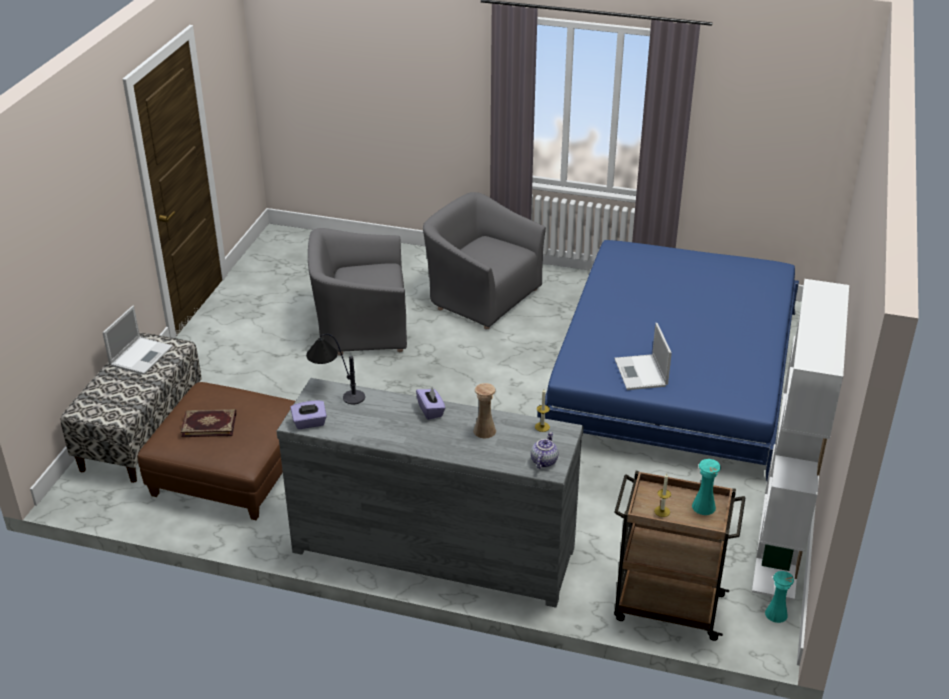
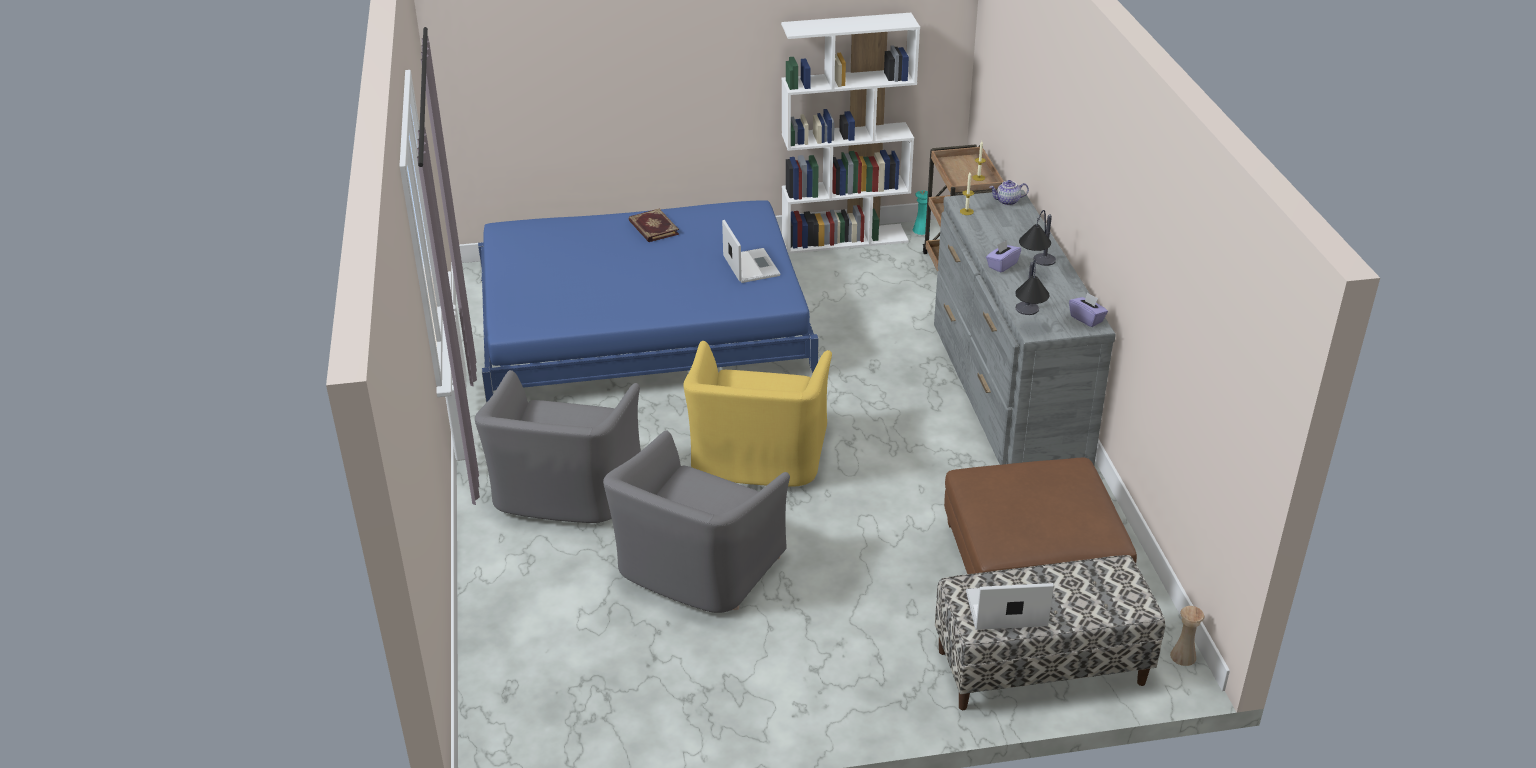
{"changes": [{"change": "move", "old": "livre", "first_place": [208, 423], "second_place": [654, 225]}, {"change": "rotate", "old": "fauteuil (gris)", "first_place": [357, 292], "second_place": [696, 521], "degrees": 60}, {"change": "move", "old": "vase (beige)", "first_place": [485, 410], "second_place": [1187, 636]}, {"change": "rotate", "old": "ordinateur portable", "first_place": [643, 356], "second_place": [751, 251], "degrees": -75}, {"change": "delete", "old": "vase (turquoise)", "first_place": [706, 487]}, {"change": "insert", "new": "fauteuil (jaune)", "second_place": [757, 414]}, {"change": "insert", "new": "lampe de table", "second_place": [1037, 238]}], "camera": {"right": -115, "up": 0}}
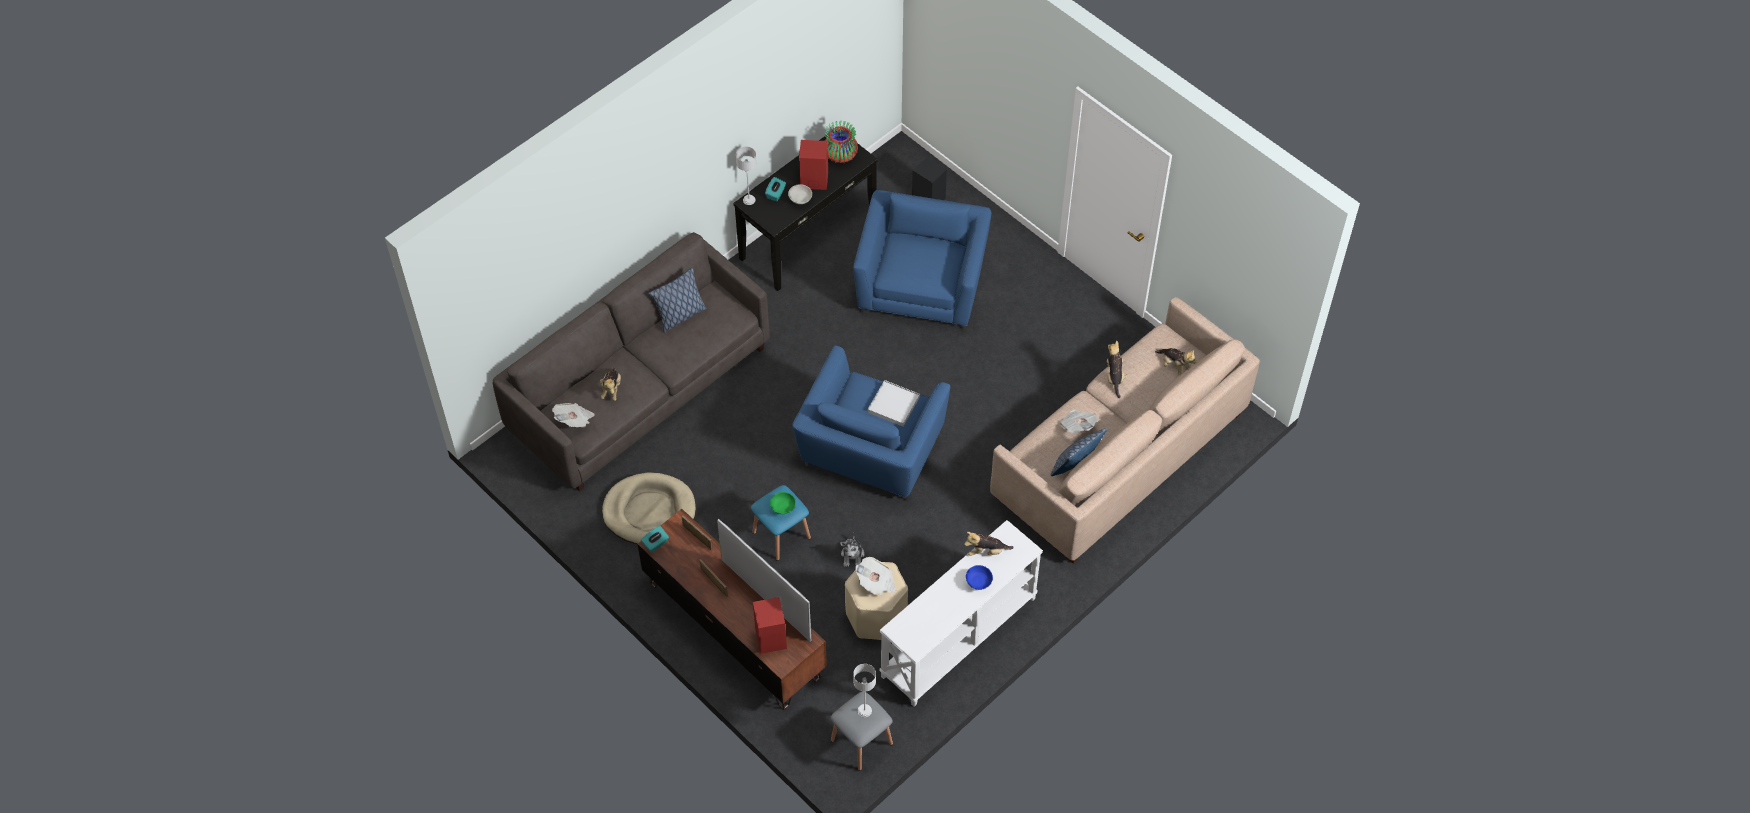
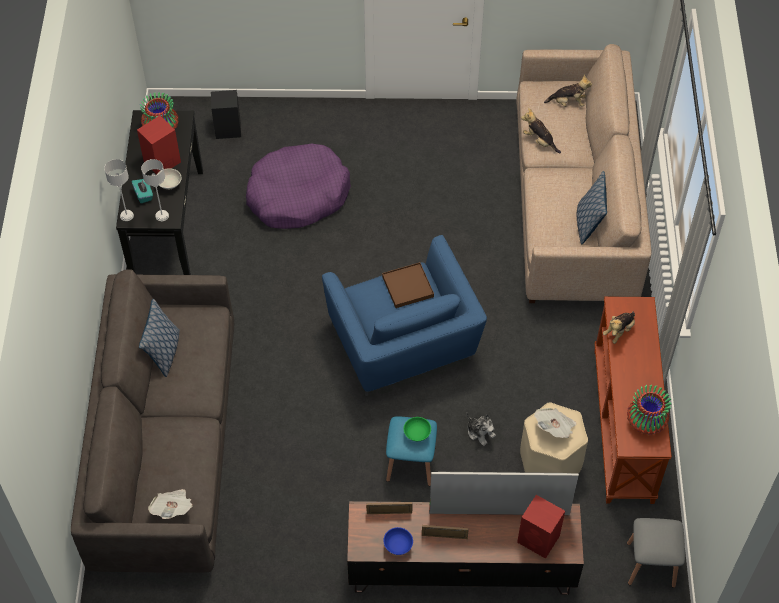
{"changes": [{"change": "delete", "old": "peluche", "first_place": [610, 384]}, {"change": "delete", "old": "panier pour chien (beige)", "first_place": [649, 508]}, {"change": "delete", "old": "boîte à mouchoirs (turquoise)", "first_place": [655, 539]}, {"change": "replace", "old": "fauteuil (bleu)", "new": "panier pour chien (violet)", "first_place": [922, 260], "second_place": [298, 186]}, {"change": "move", "old": "lampe de table (gris)", "first_place": [864, 690], "second_place": [155, 190]}, {"change": "recolor", "old": "plateau (blanc)", "new": "plateau (marron)", "first_place": [894, 403], "second_place": [408, 285]}, {"change": "recolor", "old": "table console (blanc)", "new": "table console (marron)", "first_place": [961, 613], "second_place": [633, 400]}, {"change": "move", "old": "bol (bleu)", "first_place": [979, 577], "second_place": [398, 541]}, {"change": "delete", "old": "journal", "first_place": [1079, 421]}, {"change": "insert", "new": "vase", "second_place": [649, 410]}], "camera": {"right": -45, "up": 0}}
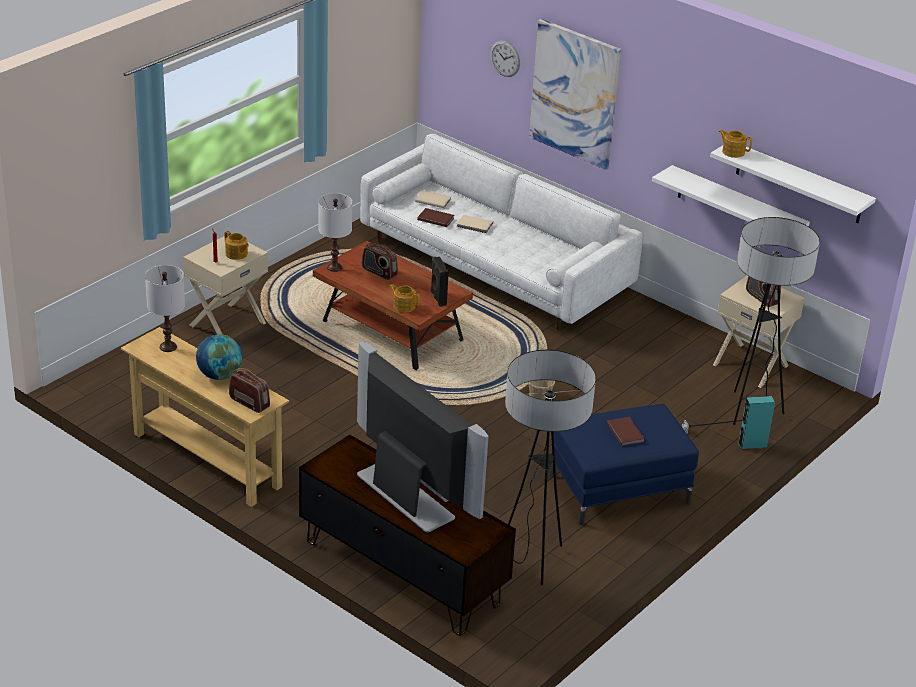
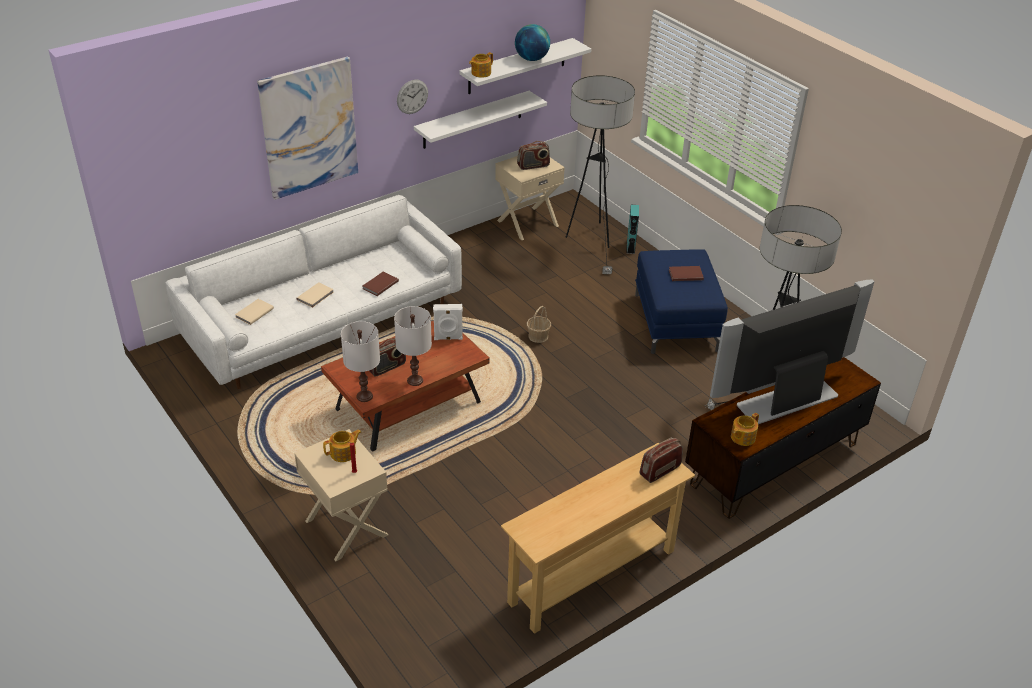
{"changes": [{"change": "move", "old": "lampe de table (blanc)", "first_place": [165, 308], "second_place": [413, 346]}, {"change": "move", "old": "globe", "first_place": [219, 357], "second_place": [532, 42]}, {"change": "move", "old": "théière", "first_place": [404, 298], "second_place": [745, 429]}, {"change": "move", "old": "livre (marron)", "first_place": [435, 217], "second_place": [381, 284]}, {"change": "recolor", "old": "enceinte (noir)", "new": "enceinte (blanc)", "first_place": [440, 282], "second_place": [448, 322]}, {"change": "move", "old": "horloge murale", "first_place": [505, 58], "second_place": [412, 97]}], "camera": {"right": -75, "up": 5}}
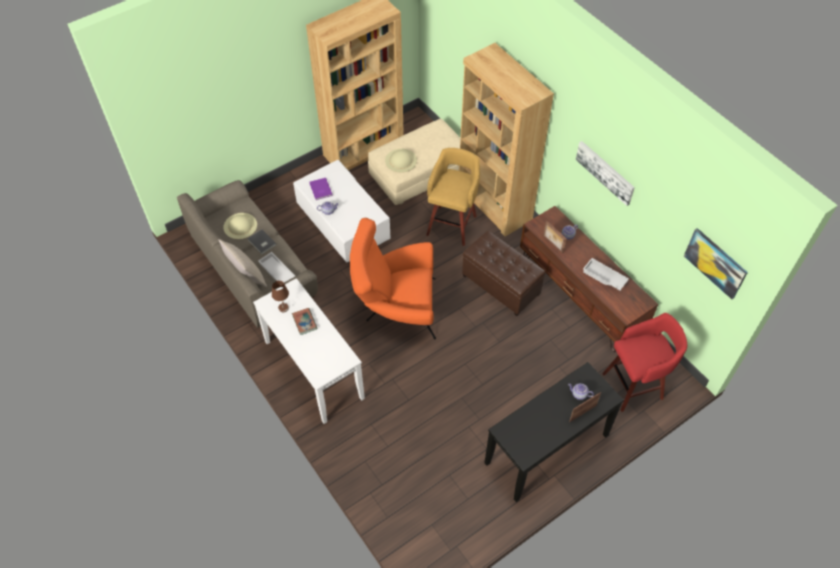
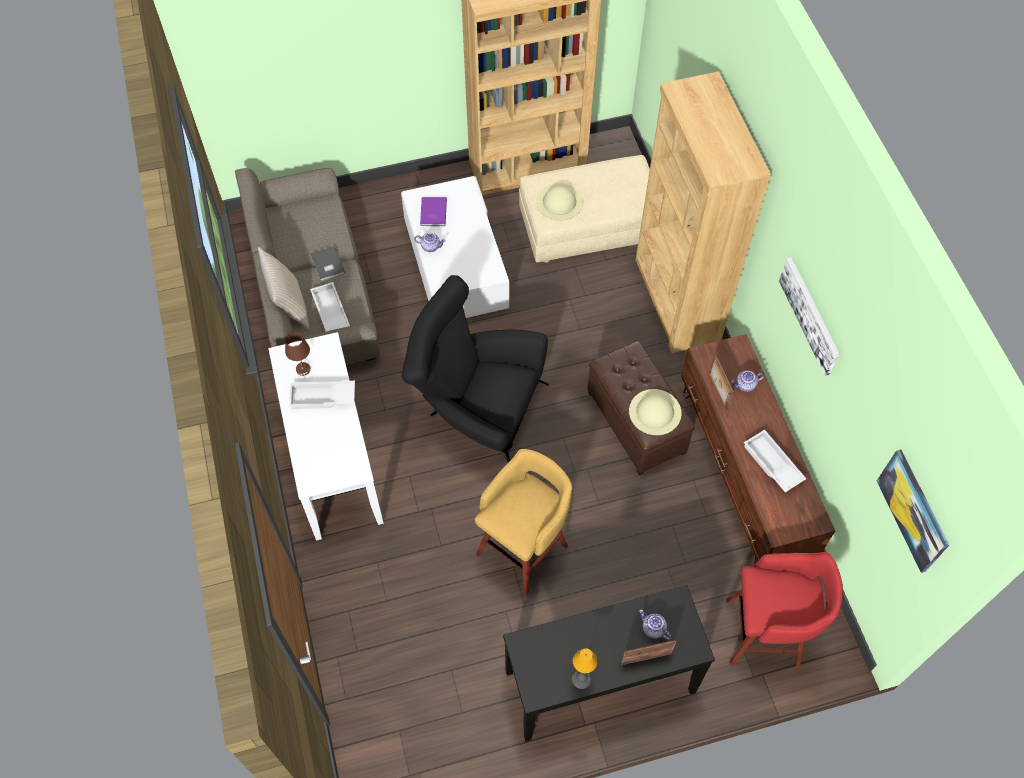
{"changes": [{"change": "move", "old": "chapeau (beige)", "first_place": [240, 226], "second_place": [655, 412]}, {"change": "replace", "old": "livre", "new": "plateau (blanc)", "first_place": [305, 321], "second_place": [322, 395]}, {"change": "recolor", "old": "fauteuil (orange)", "new": "fauteuil (noir)", "first_place": [393, 278], "second_place": [475, 369]}, {"change": "move", "old": "tabouret (jaune)", "first_place": [453, 197], "second_place": [523, 522]}, {"change": "insert", "new": "lampe de table", "second_place": [585, 668]}], "camera": {"right": 20, "up": 5}}
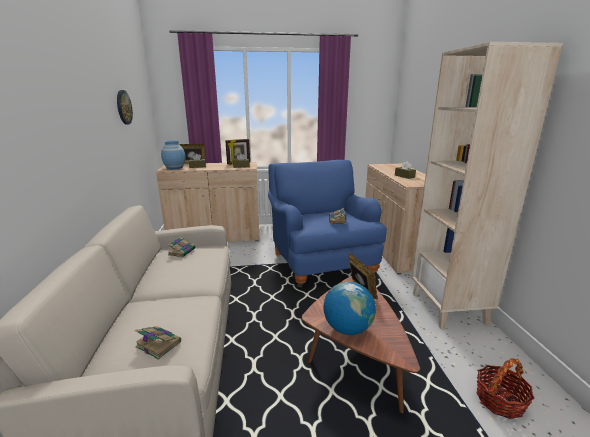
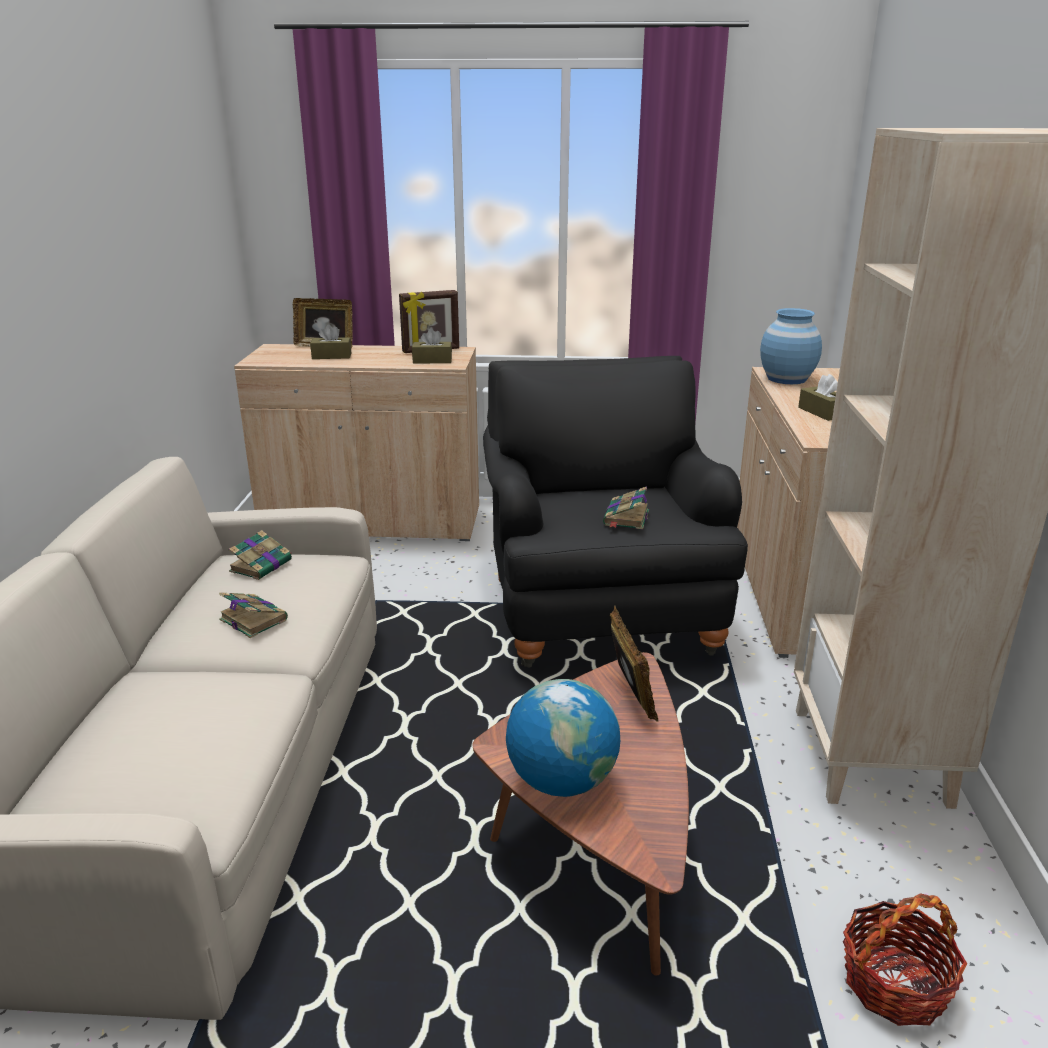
{"changes": [{"change": "delete", "old": "horloge murale", "first_place": [125, 107]}, {"change": "move", "old": "livre", "first_place": [158, 343], "second_place": [253, 615]}, {"change": "move", "old": "vase (bleu)", "first_place": [173, 154], "second_place": [791, 346]}, {"change": "recolor", "old": "fauteuil (bleu)", "new": "fauteuil (noir)", "first_place": [327, 224], "second_place": [615, 512]}], "camera": {"right": 10, "up": 5}}
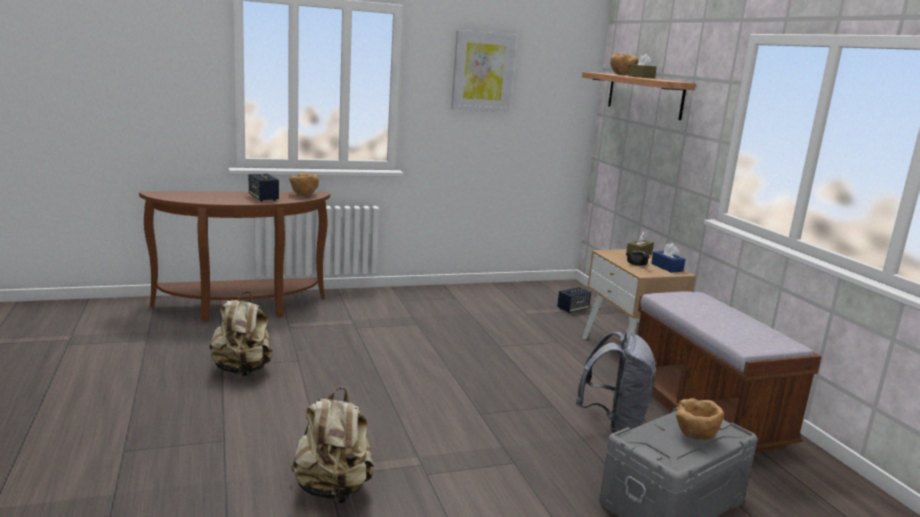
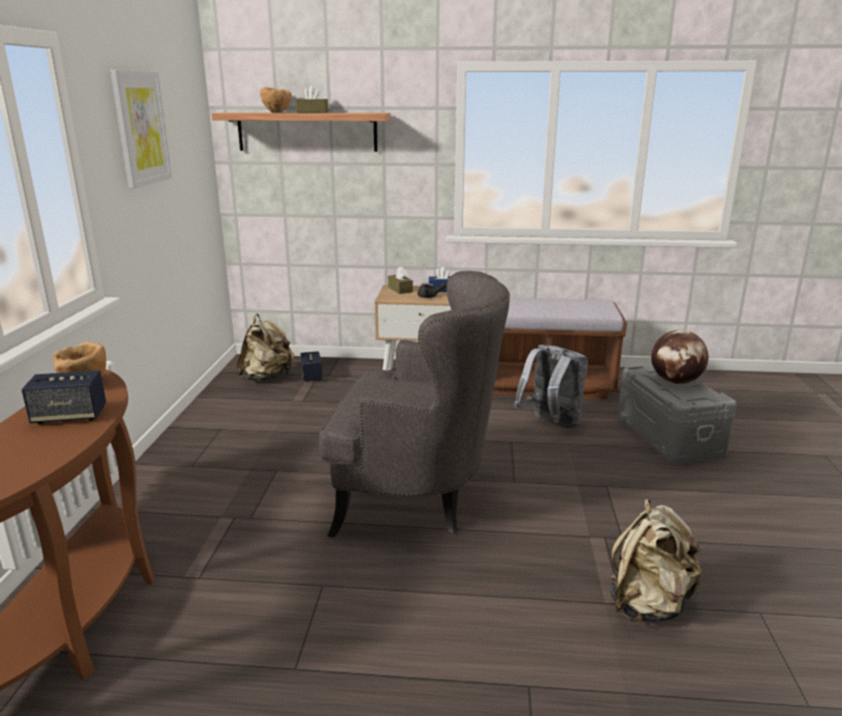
{"changes": [{"change": "move", "old": "sac à dos (beige)", "first_place": [241, 334], "second_place": [266, 347]}, {"change": "replace", "old": "bol (marron)", "new": "globe", "first_place": [700, 419], "second_place": [680, 357]}, {"change": "insert", "new": "fauteuil (gris)", "second_place": [414, 404]}], "camera": {"right": -65, "up": 5}}
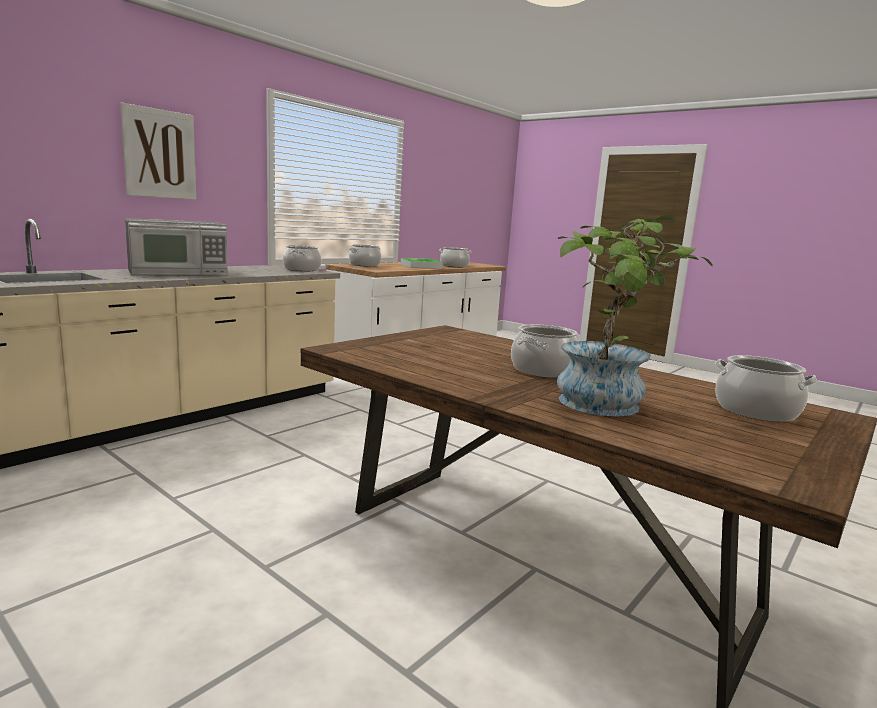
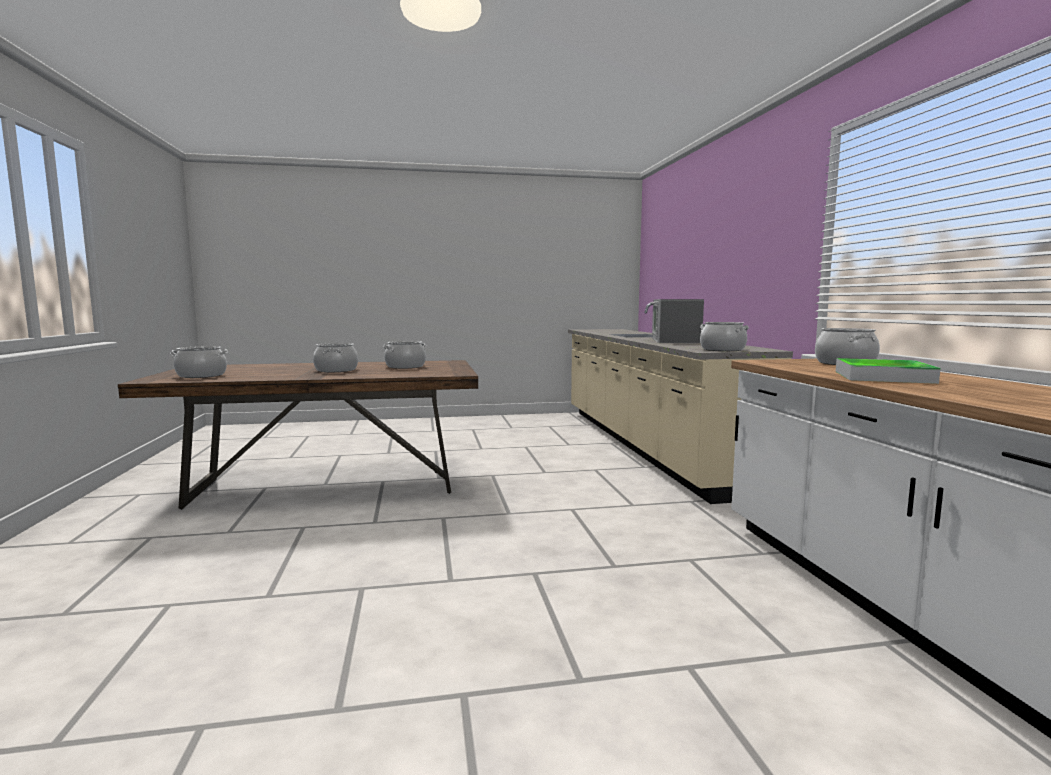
{"changes": [{"change": "delete", "old": "tableau", "first_place": [158, 151]}, {"change": "move", "old": "marmite", "first_place": [455, 257], "second_place": [404, 355]}, {"change": "delete", "old": "plante en pot", "first_place": [635, 315]}], "camera": {"right": 130, "up": -5}}
